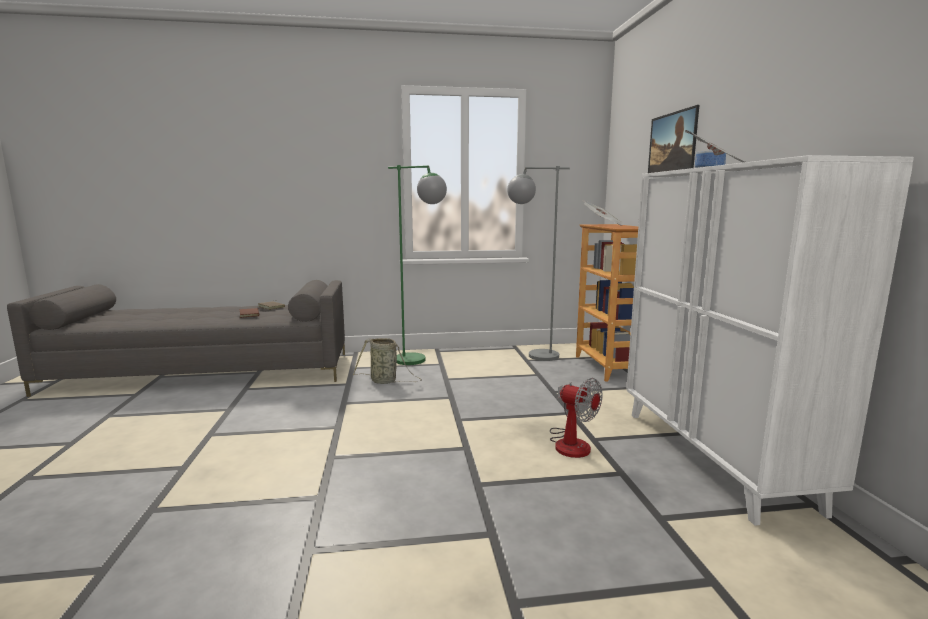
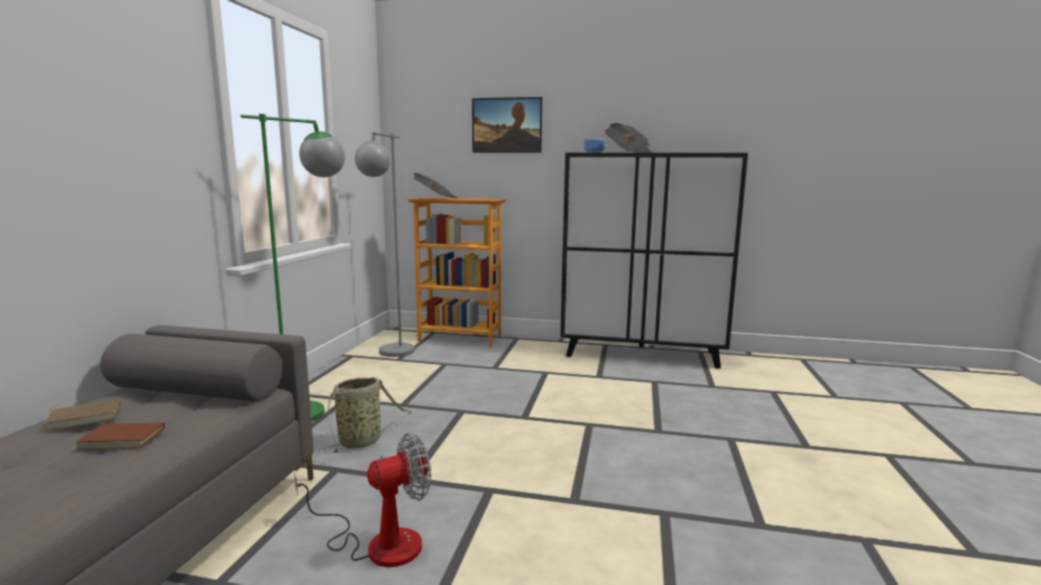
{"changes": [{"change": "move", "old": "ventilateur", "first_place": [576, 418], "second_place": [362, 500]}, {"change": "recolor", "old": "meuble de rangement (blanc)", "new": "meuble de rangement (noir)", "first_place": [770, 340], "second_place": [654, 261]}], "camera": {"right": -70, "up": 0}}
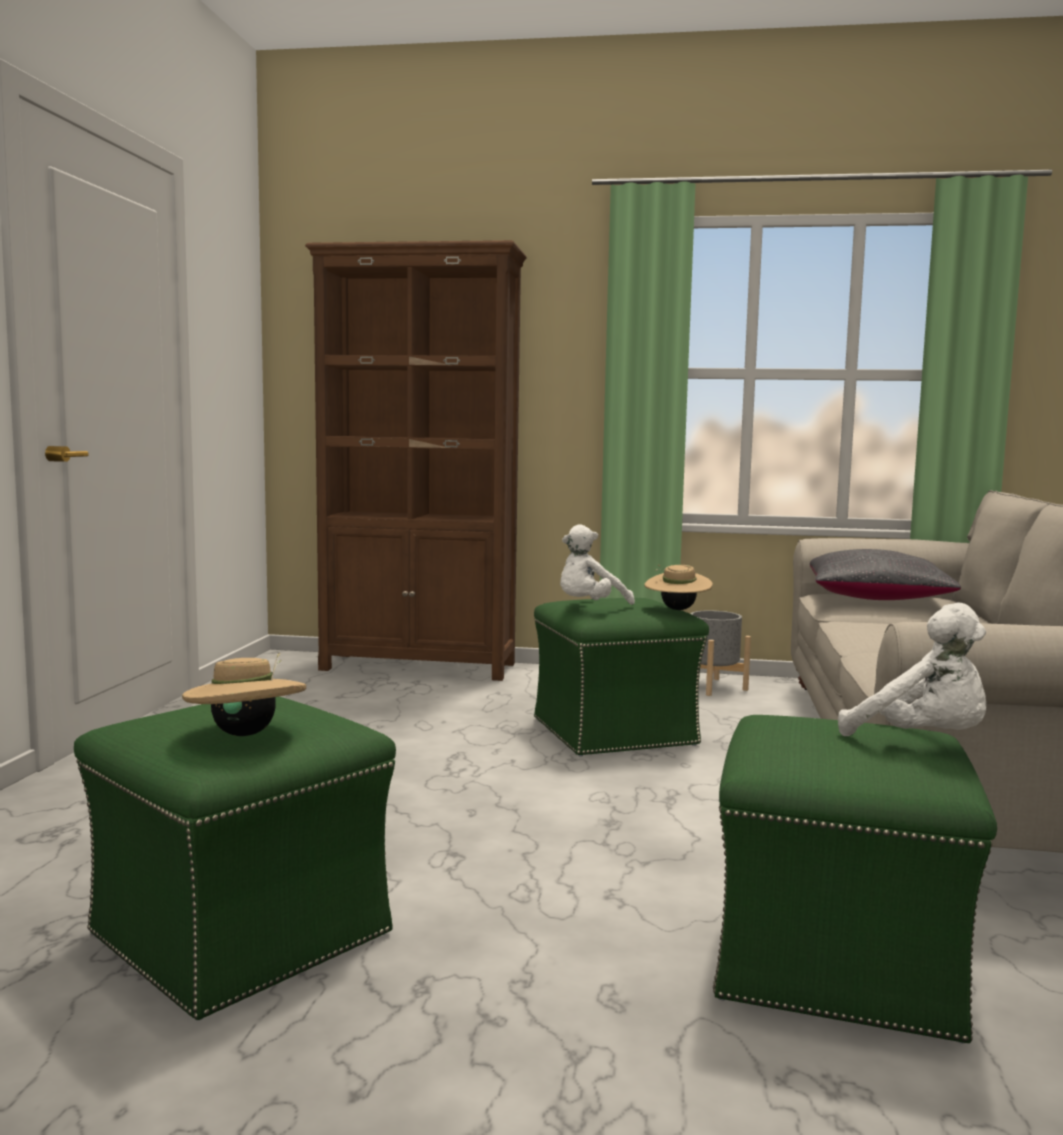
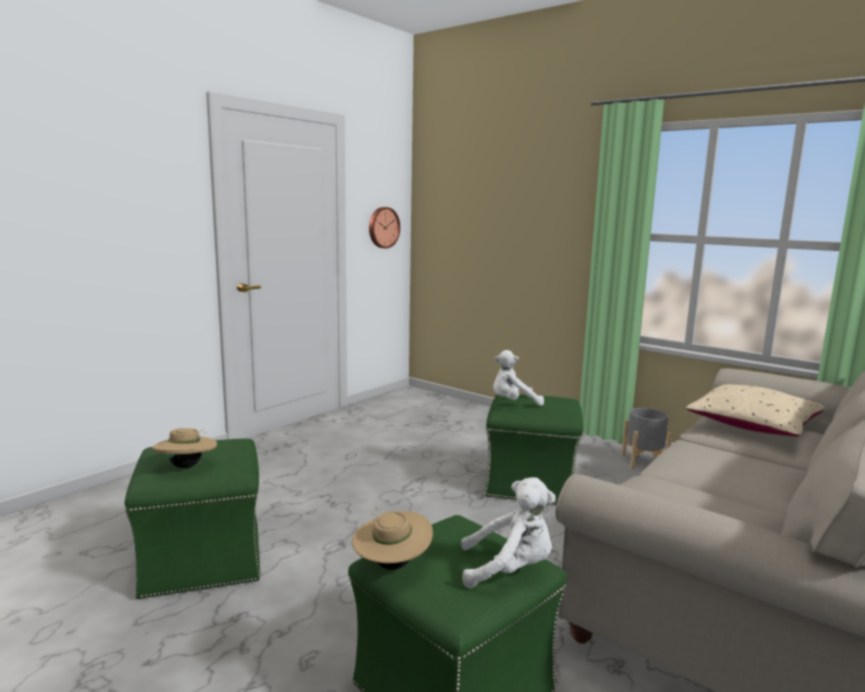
{"changes": [{"change": "delete", "old": "bibliothèque (marron)", "first_place": [416, 460]}, {"change": "move", "old": "chapeau (beige)", "first_place": [678, 587], "second_place": [392, 539]}, {"change": "recolor", "old": "coussin (noir)", "new": "coussin (beige)", "first_place": [885, 574], "second_place": [755, 410]}, {"change": "rotate", "old": "peluche (blanc)", "first_place": [912, 669], "second_place": [508, 533], "degrees": -75}, {"change": "insert", "new": "horloge murale", "second_place": [384, 227]}], "camera": {"right": 30, "up": 5}}
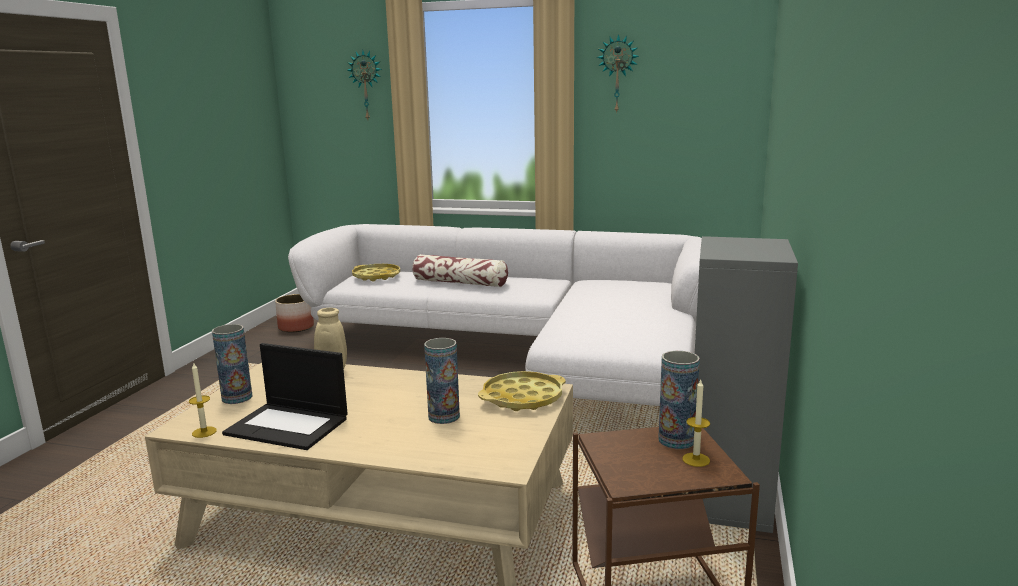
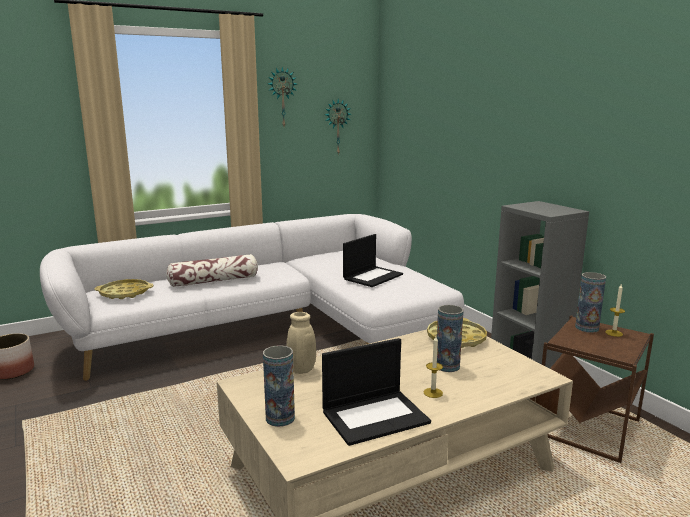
{"changes": [{"change": "move", "old": "bougie", "first_place": [203, 400], "second_place": [433, 367]}, {"change": "move", "old": "horloge murale", "first_place": [364, 85], "second_place": [338, 126]}, {"change": "insert", "new": "ordinateur portable", "second_place": [373, 260]}], "camera": {"right": -45, "up": 0}}
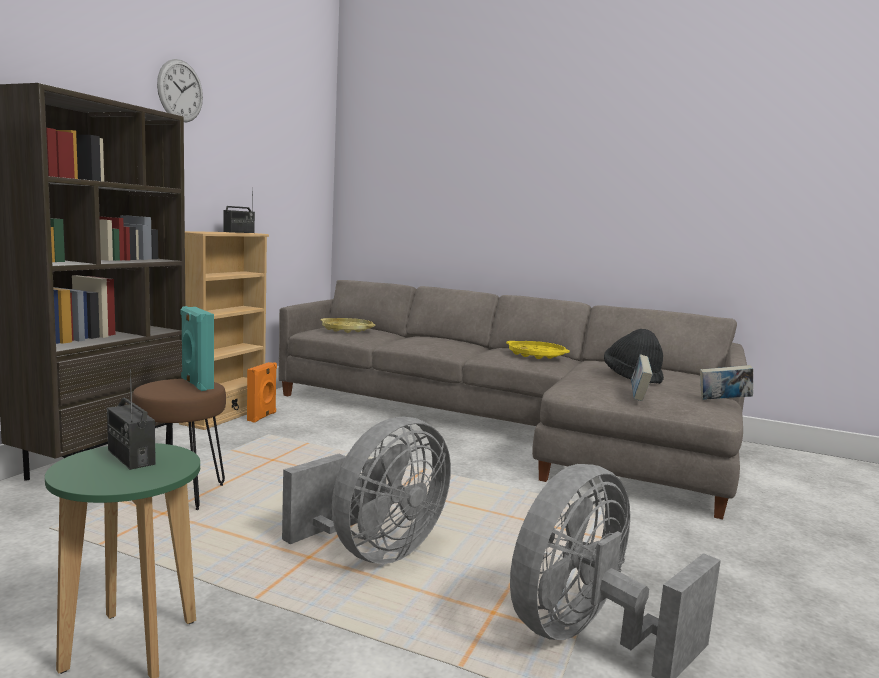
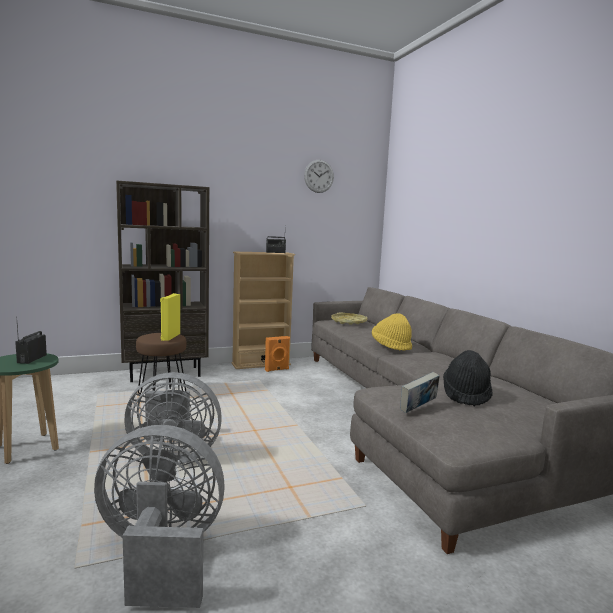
{"changes": [{"change": "move", "old": "horloge murale", "first_place": [180, 90], "second_place": [319, 176]}, {"change": "recolor", "old": "enceinte (turquoise)", "new": "enceinte (jaune)", "first_place": [197, 348], "second_place": [170, 317]}, {"change": "delete", "old": "plateau (jaune)", "first_place": [538, 350]}, {"change": "delete", "old": "livre", "first_place": [726, 382]}, {"change": "insert", "new": "chapeau (jaune)", "second_place": [392, 332]}], "camera": {"right": 45, "up": 0}}
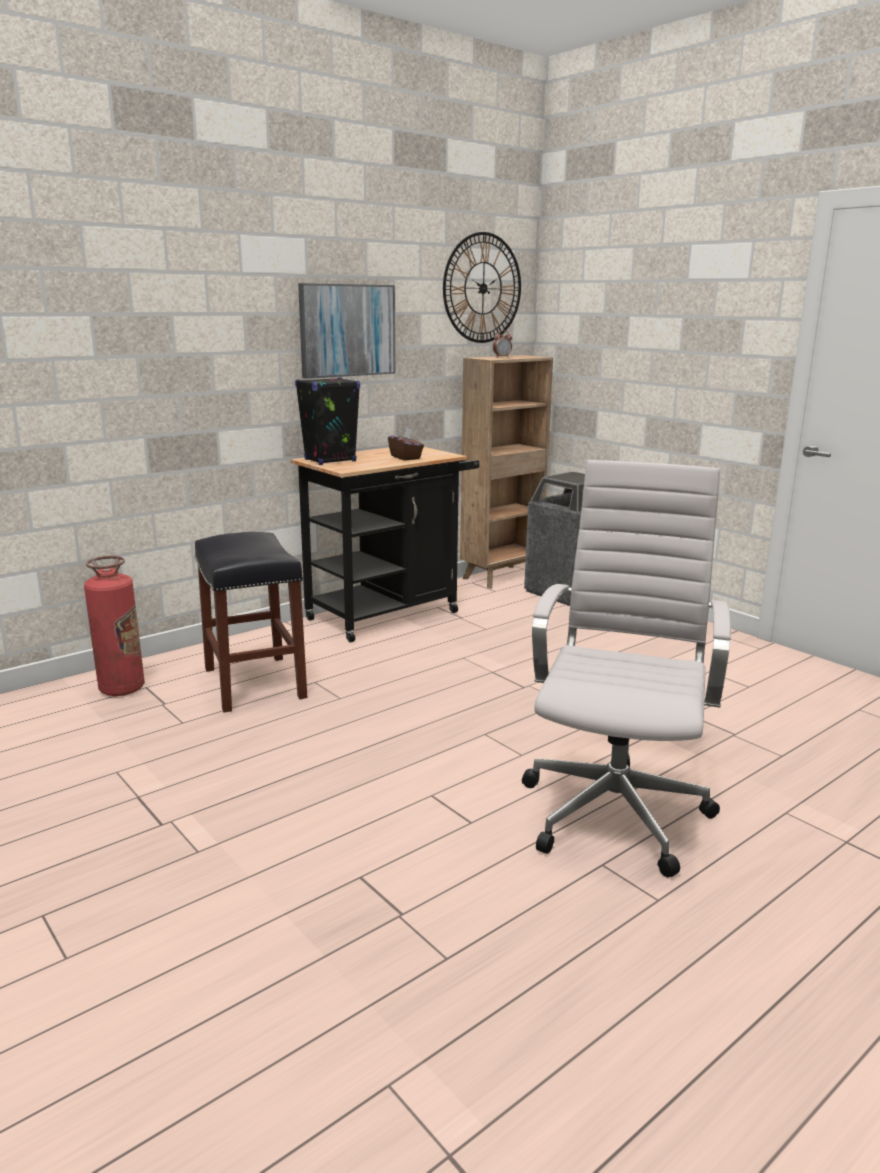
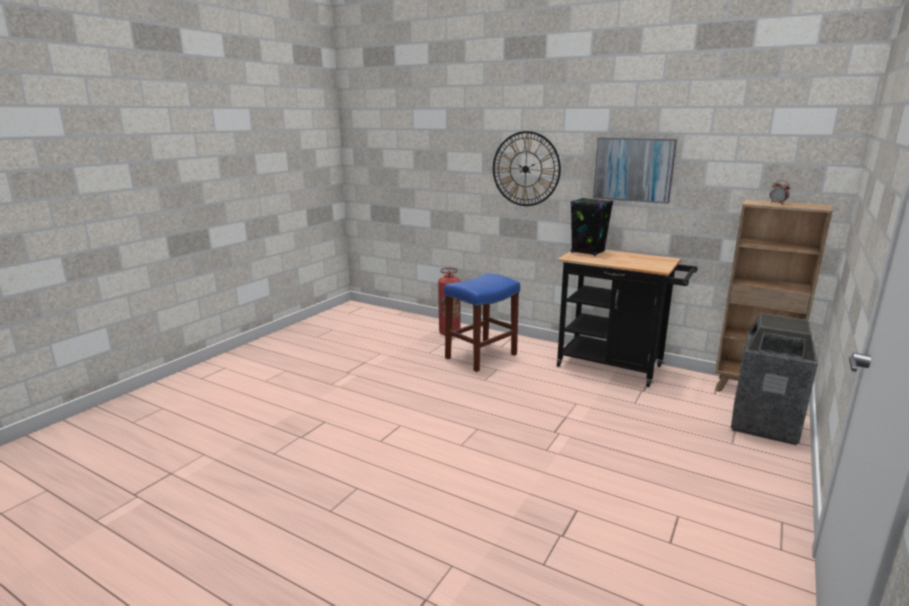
{"changes": [{"change": "recolor", "old": "tabouret (noir)", "new": "tabouret (bleu)", "first_place": [251, 622], "second_place": [482, 322]}, {"change": "delete", "old": "boîte à mouchoirs (marron)", "first_place": [406, 444]}, {"change": "move", "old": "horloge murale", "first_place": [482, 287], "second_place": [527, 168]}, {"change": "delete", "old": "chaise de bureau (blanc)", "first_place": [626, 668]}], "camera": {"right": 70, "up": 0}}
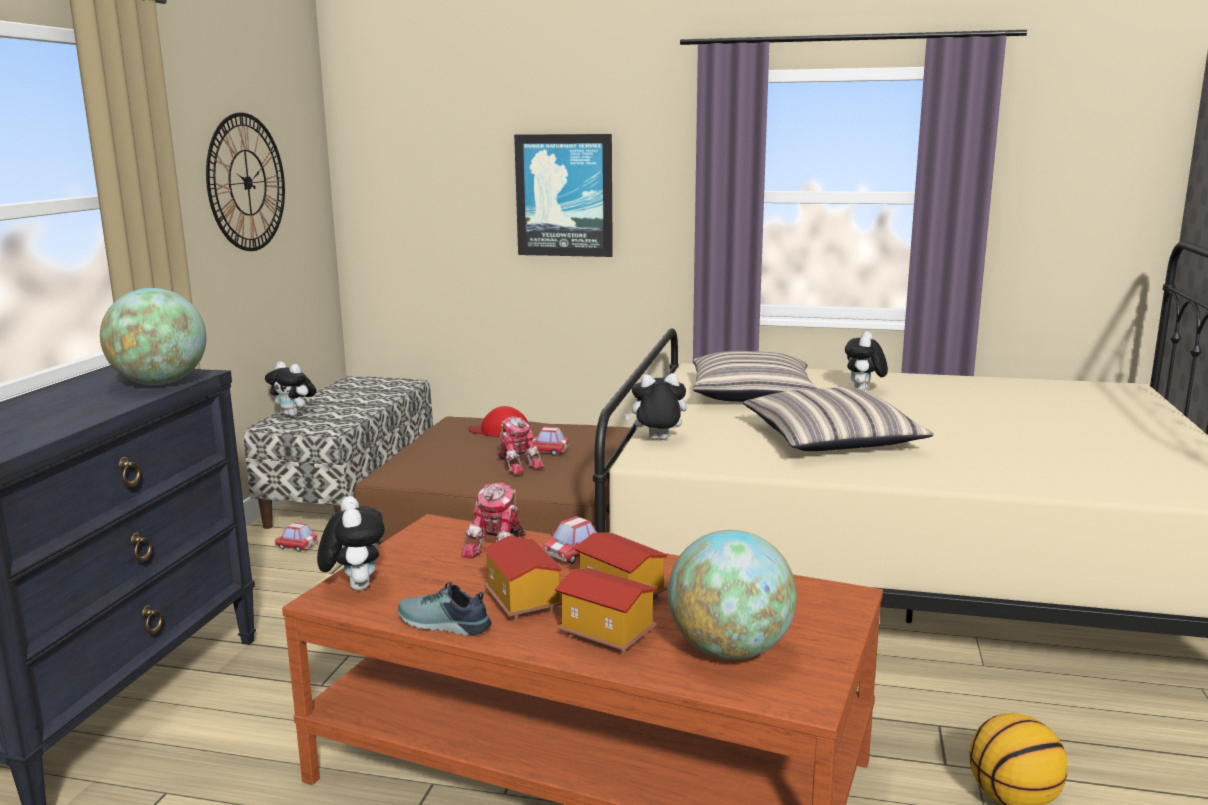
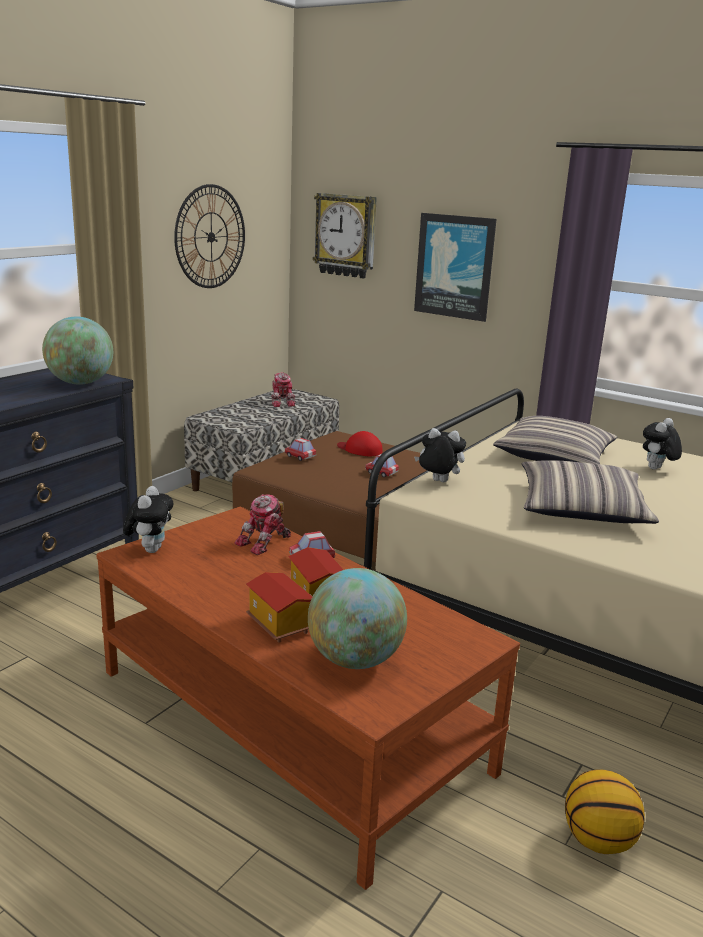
{"changes": [{"change": "delete", "old": "peluche", "first_place": [291, 388]}, {"change": "move", "old": "petite voiture", "first_place": [296, 537], "second_place": [300, 449]}, {"change": "delete", "old": "chaussure", "first_place": [445, 609]}, {"change": "delete", "old": "maison miniature", "first_place": [522, 578]}, {"change": "move", "old": "robot jouet", "first_place": [520, 445], "second_place": [283, 390]}, {"change": "insert", "new": "horloge murale", "second_place": [345, 235]}], "camera": {"right": 20, "up": 5}}
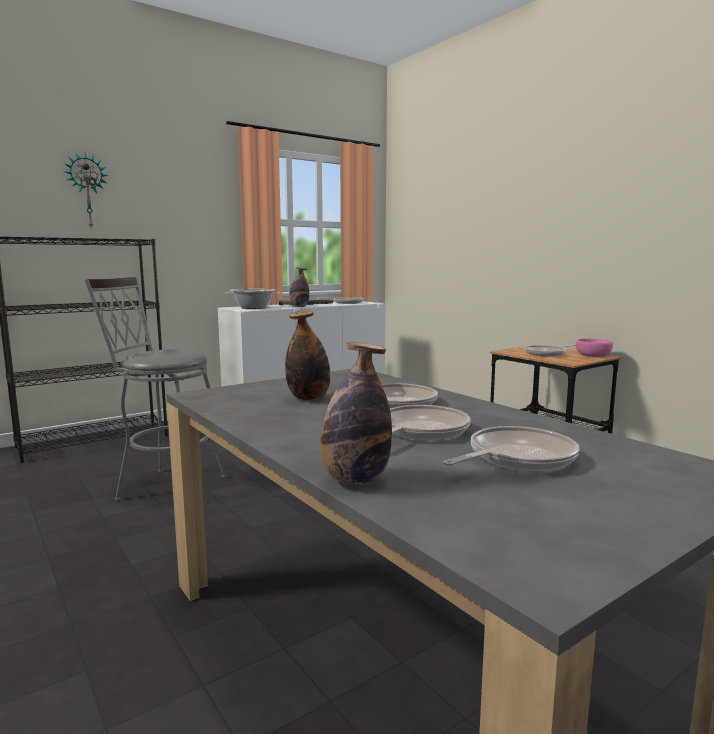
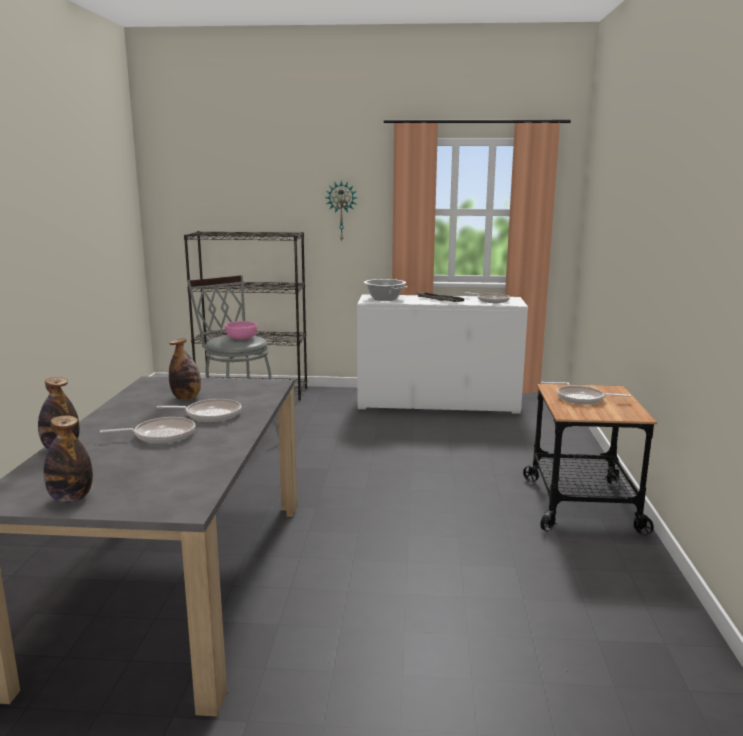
{"changes": [{"change": "move", "old": "horloge murale", "first_place": [86, 190], "second_place": [341, 210]}, {"change": "move", "old": "bouteille", "first_place": [299, 287], "second_place": [68, 459]}, {"change": "delete", "old": "poêle", "first_place": [511, 448]}, {"change": "move", "old": "bol (rose)", "first_place": [594, 347], "second_place": [241, 330]}], "camera": {"right": 40, "up": 5}}
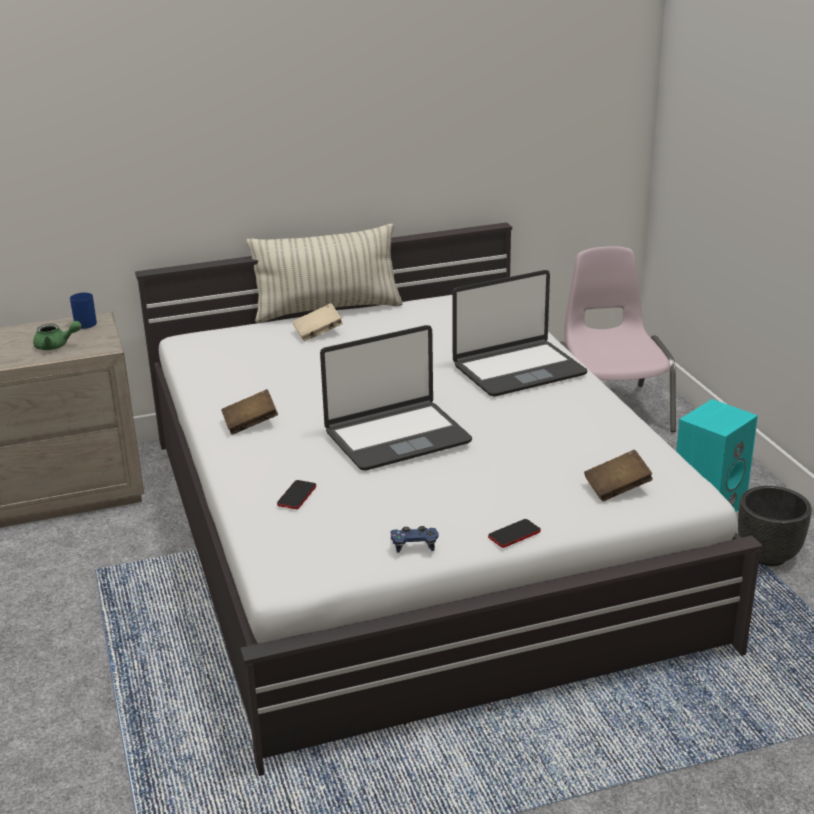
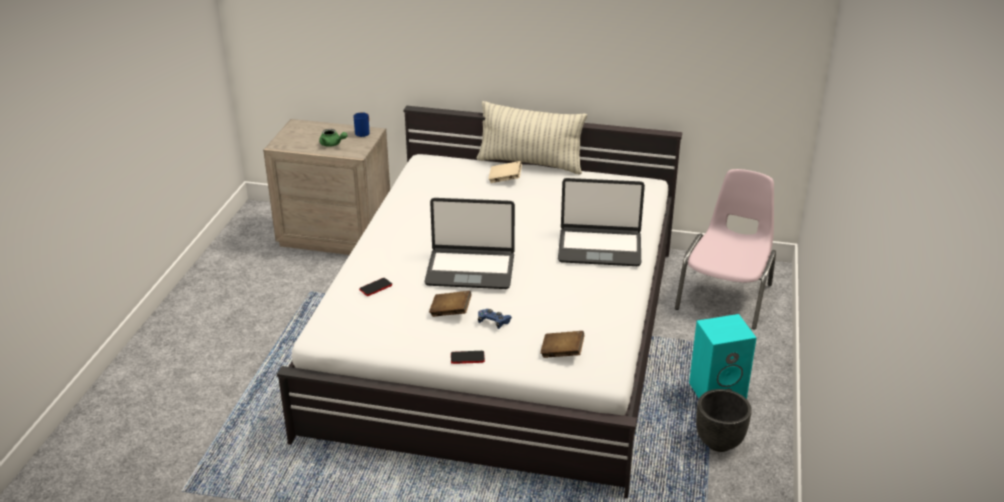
{"changes": [{"change": "move", "old": "livre (marron)", "first_place": [249, 412], "second_place": [450, 304]}, {"change": "move", "old": "manette (bleu)", "first_place": [414, 539], "second_place": [495, 319]}], "camera": {"right": 30, "up": 5}}
